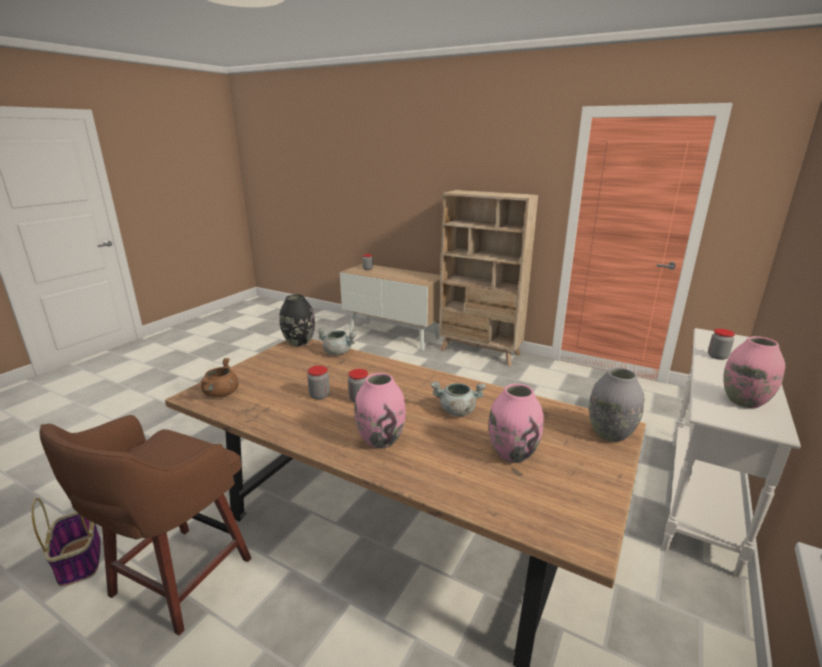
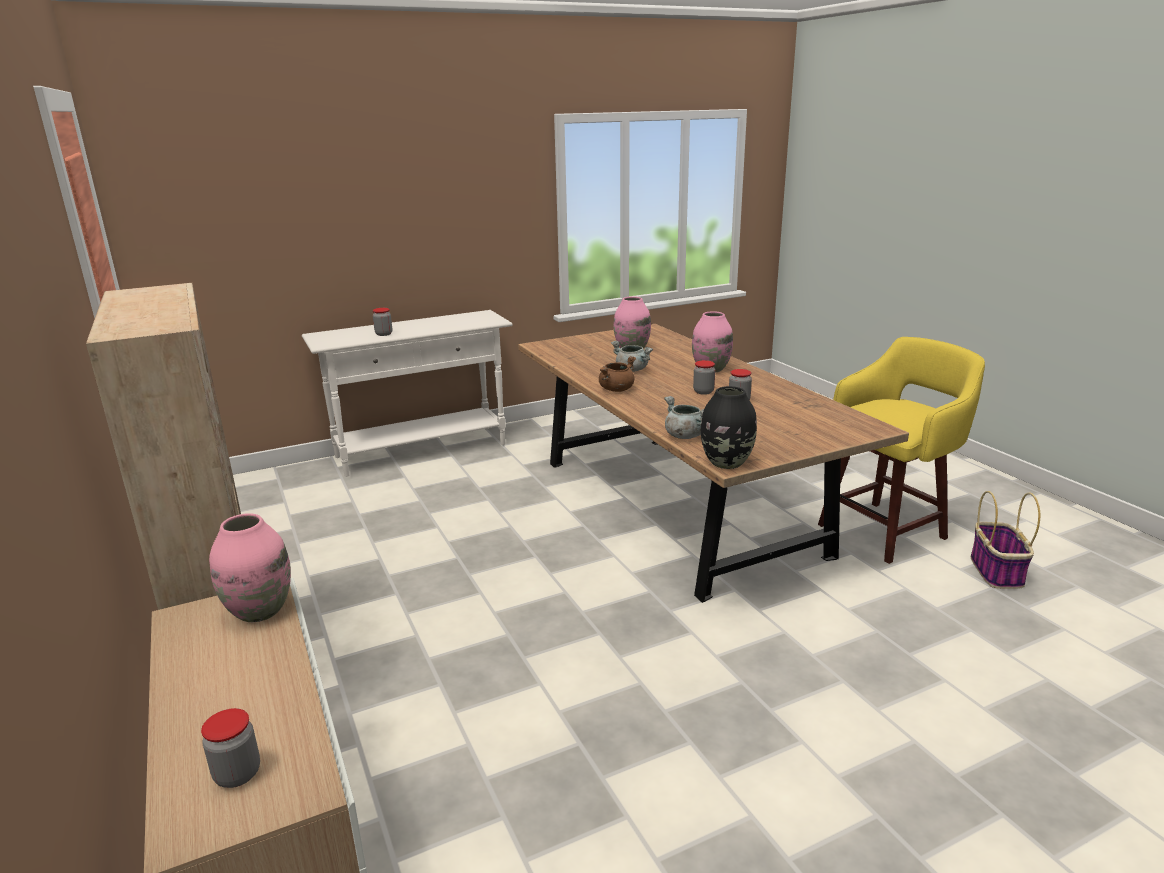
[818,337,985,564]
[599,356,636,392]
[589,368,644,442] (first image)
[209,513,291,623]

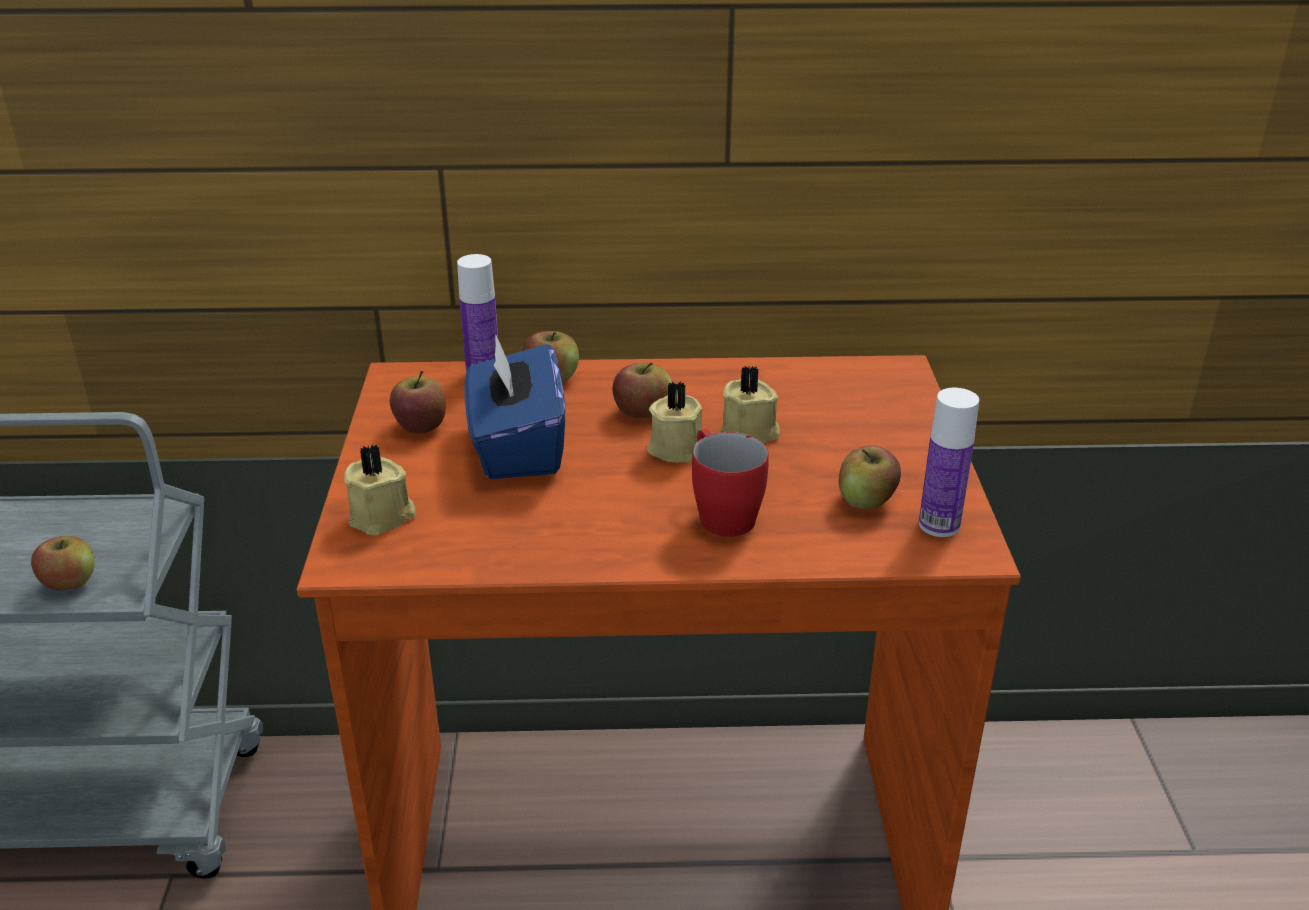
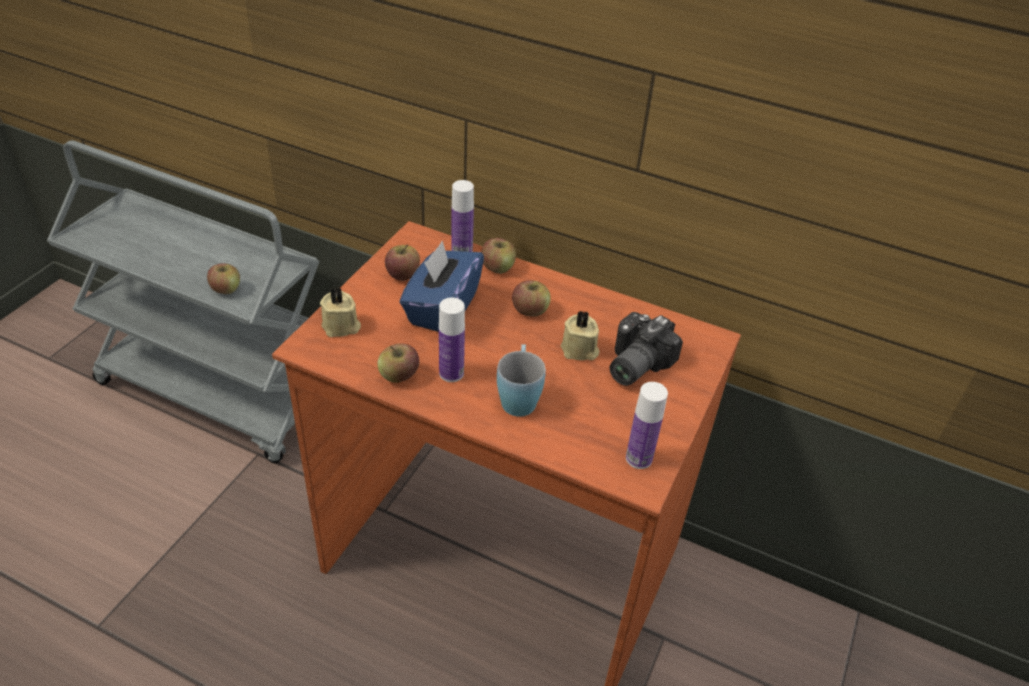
[647,381,702,463] (first image)
[497,344,546,417]
[377,343,419,383]
[439,298,465,382]
[610,312,683,386]

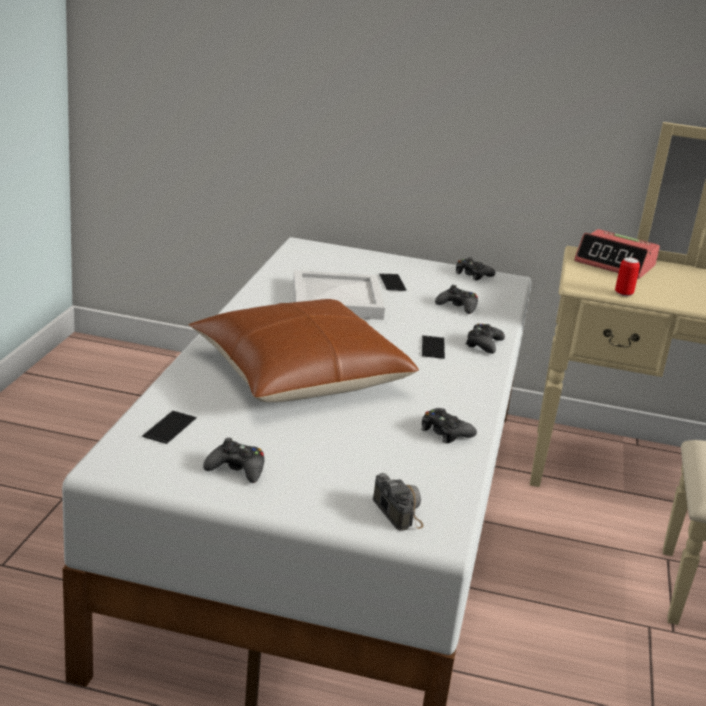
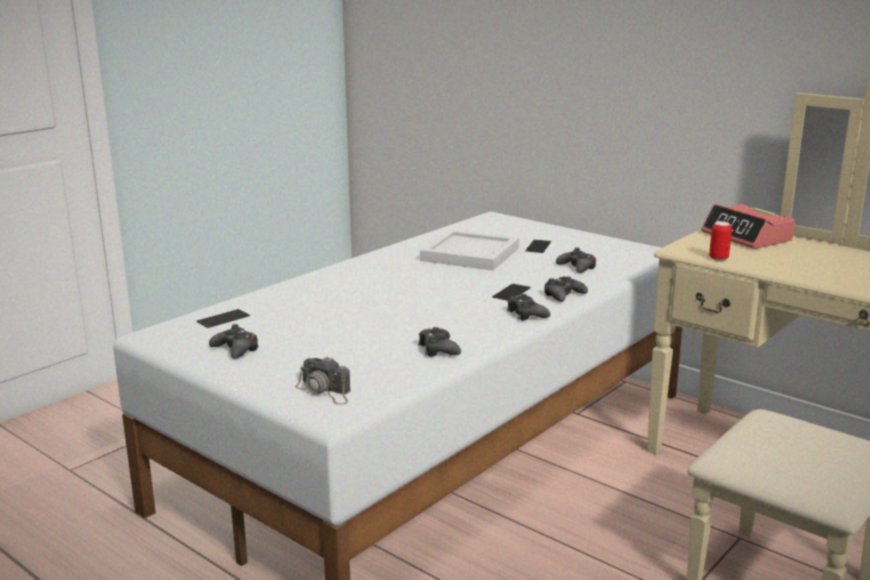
[189,299,419,402] (first image)
[295,356,351,405]
[507,294,550,321]

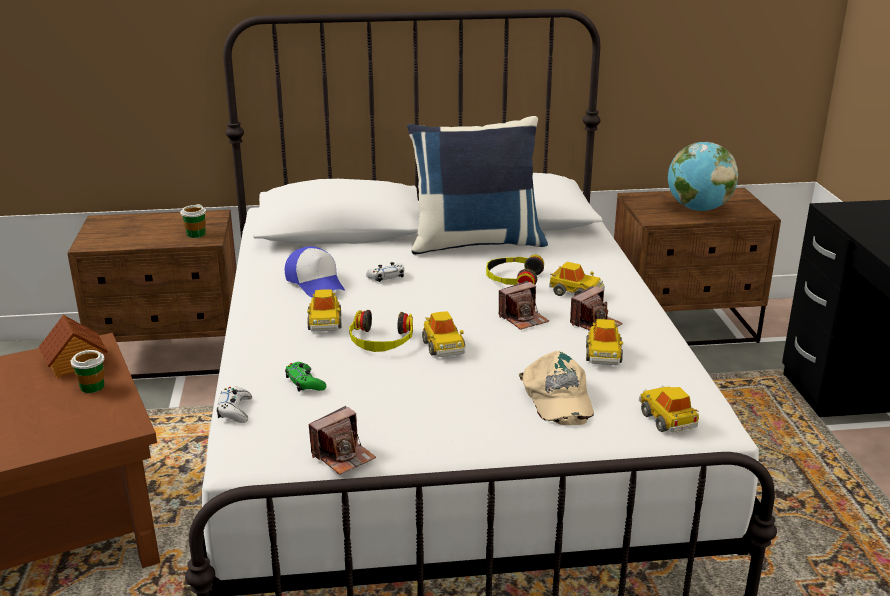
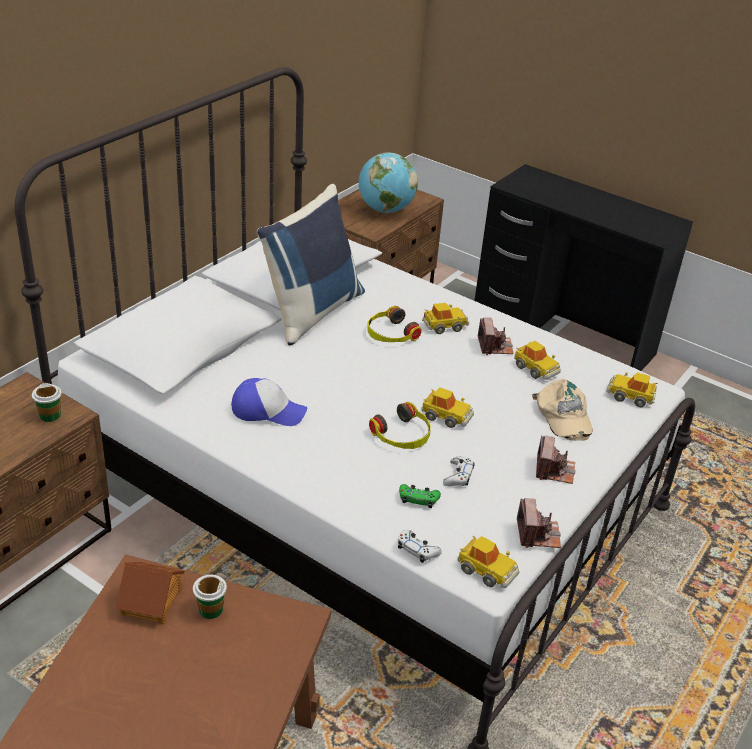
[457,536,520,588]
[443,456,475,486]
[536,435,575,484]
[532,379,593,441]

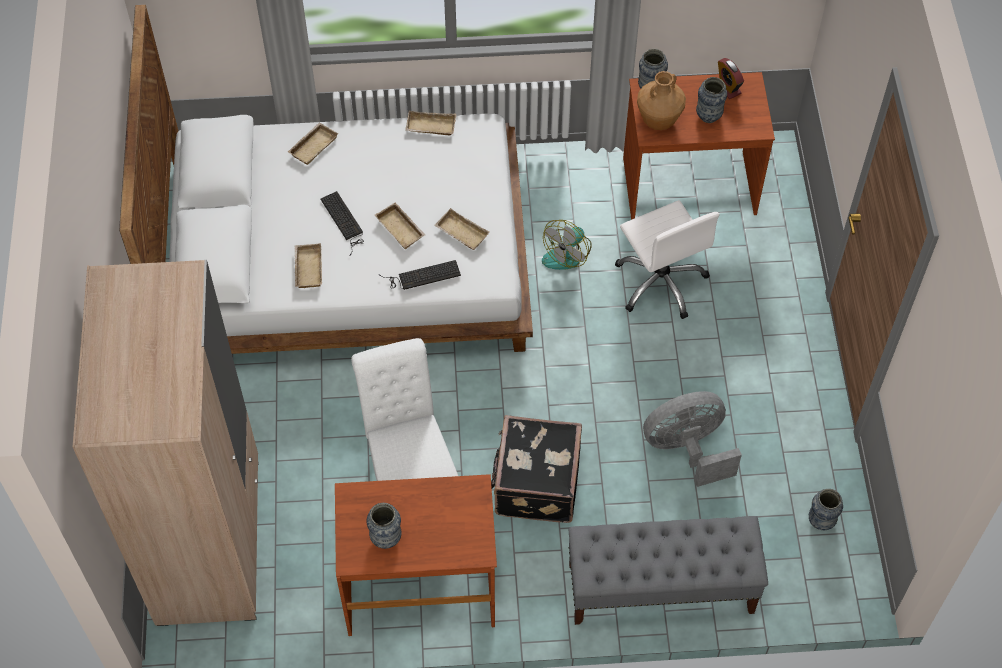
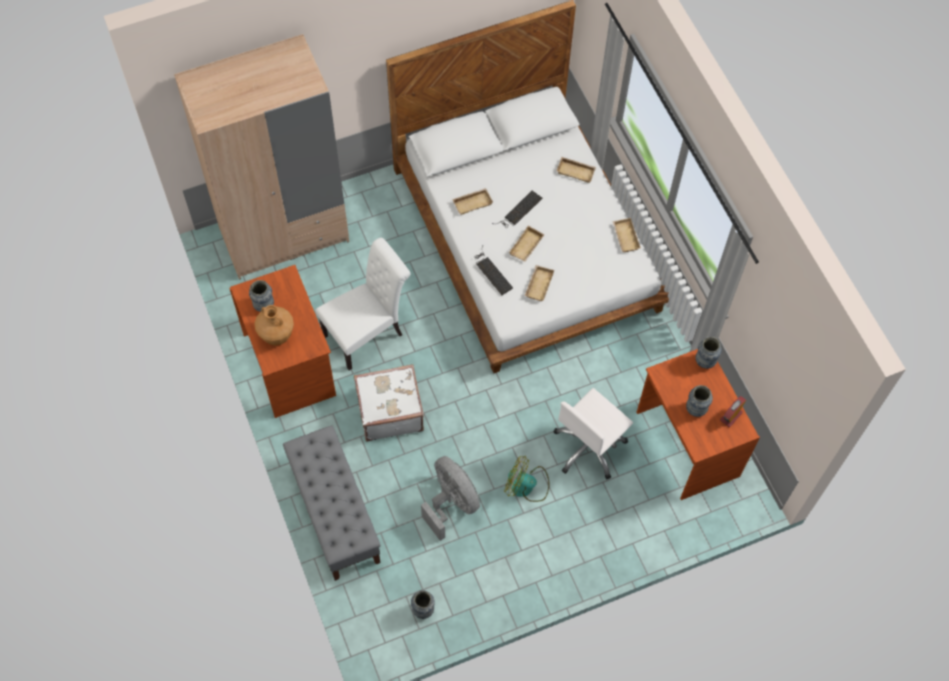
[354,364,424,441]
[504,456,549,502]
[254,305,294,346]

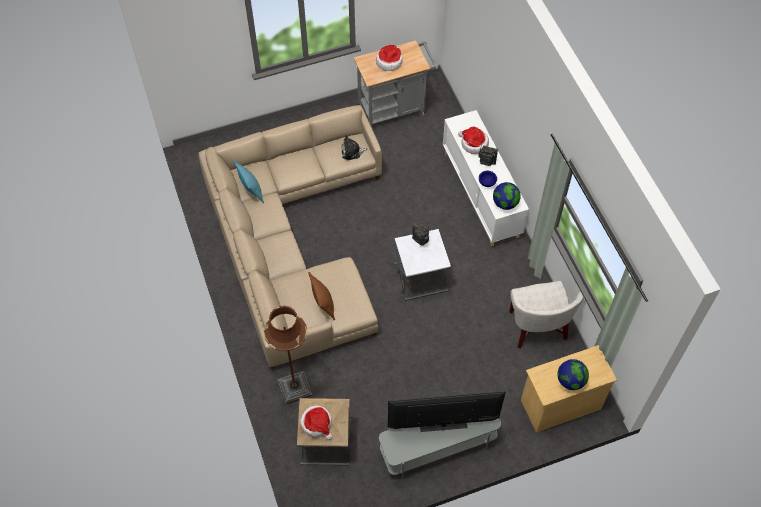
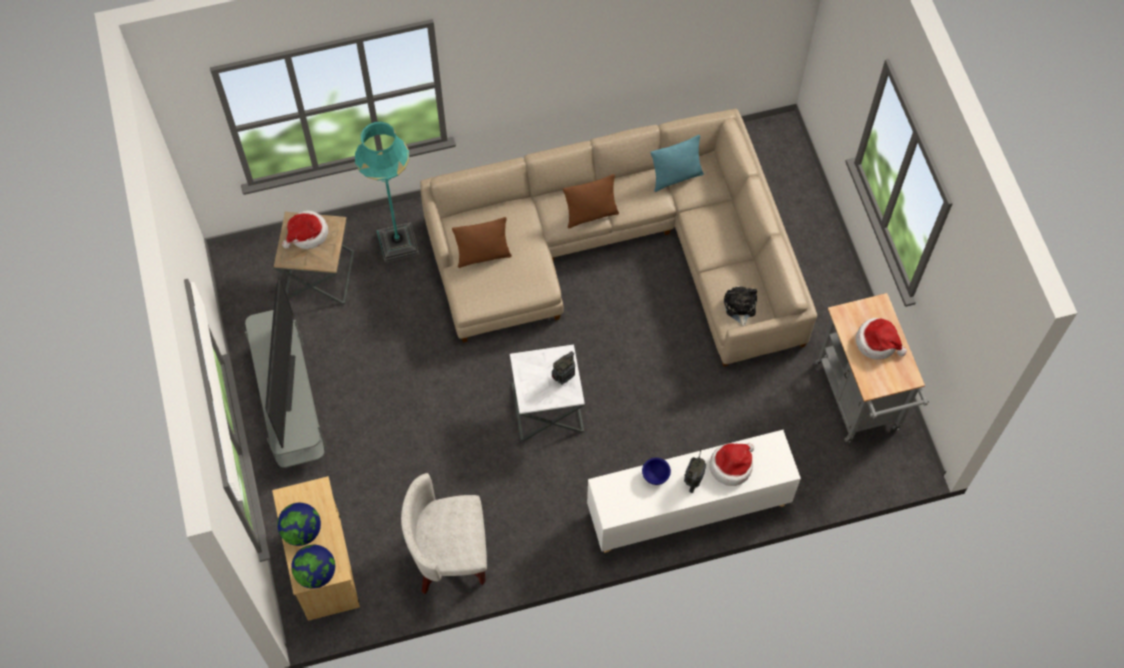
[355,122,419,262]
[291,545,335,589]
[563,174,619,228]

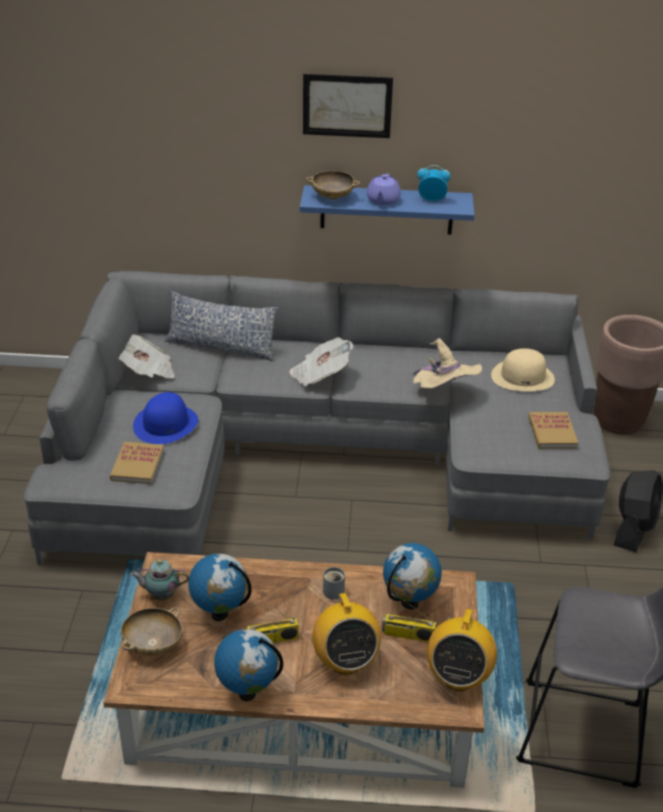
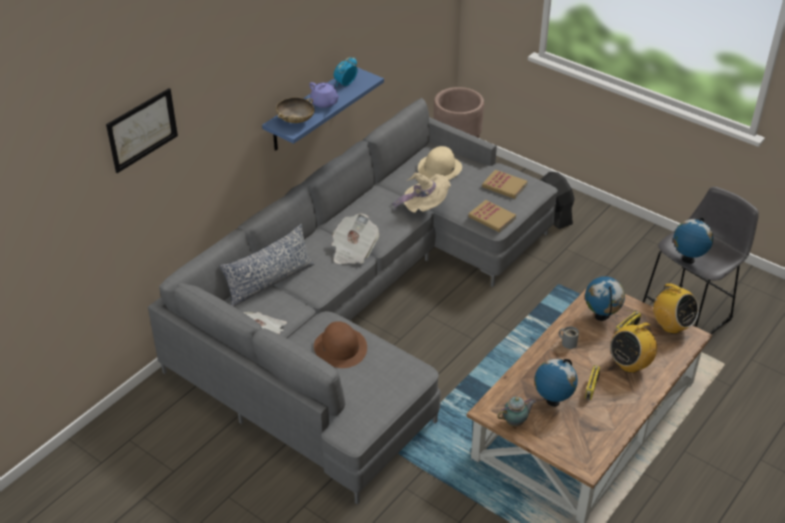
[468,200,516,232]
[121,607,182,656] (first image)
[497,397,536,427]
[314,321,367,368]
[673,217,713,264]
[106,88,178,173]
[610,317,657,373]

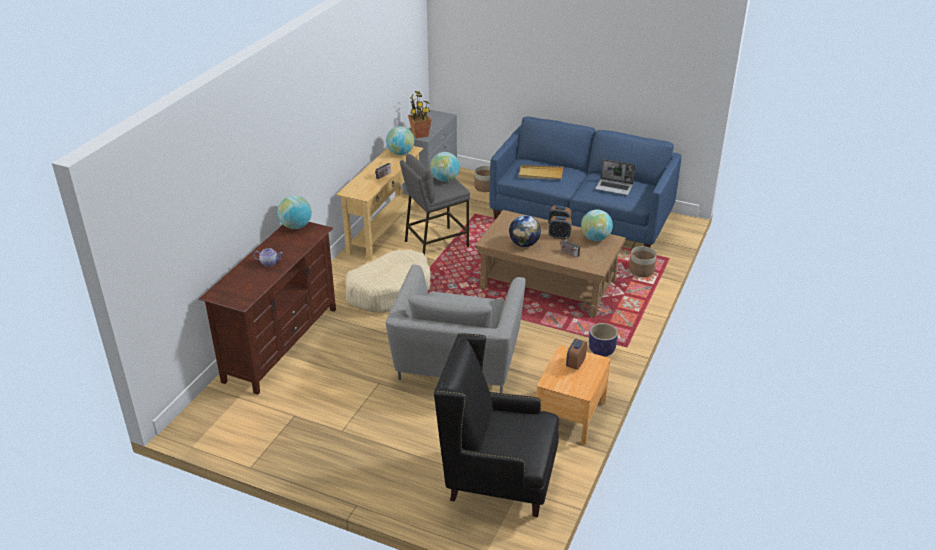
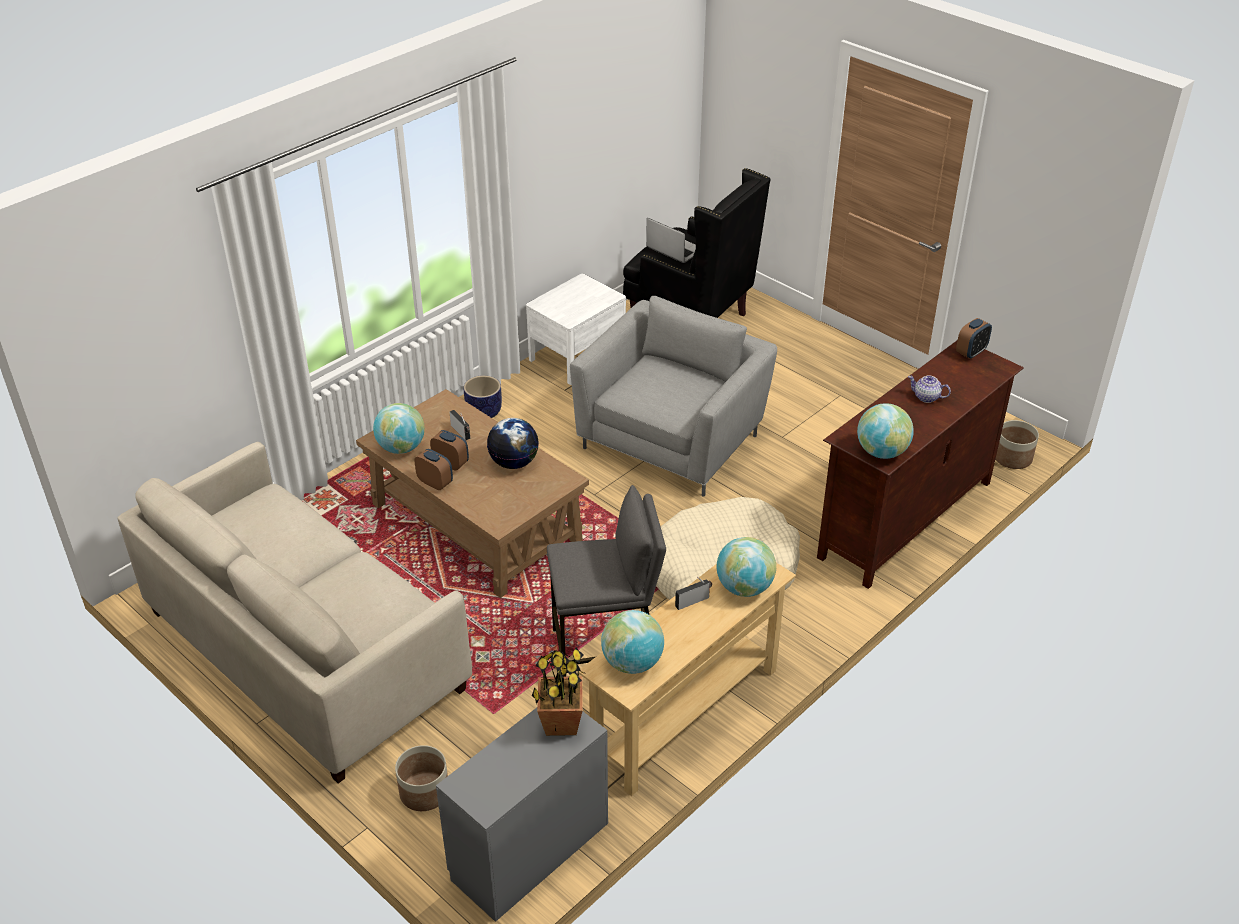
[717,537,776,597]
[118,442,472,783]
[519,165,563,180] (first image)
[526,274,626,385]
[956,318,992,359]
[646,218,696,263]
[995,420,1039,469]

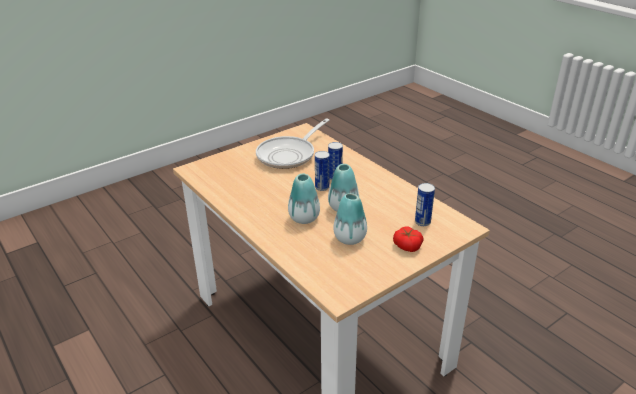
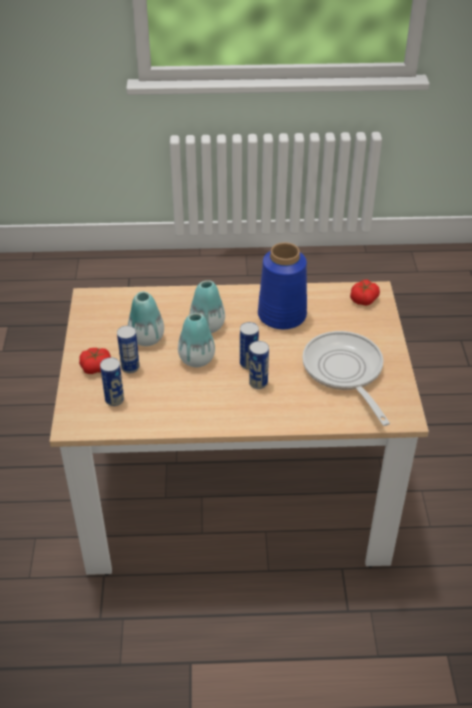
[117,326,140,373]
[258,242,307,329]
[350,280,380,306]

